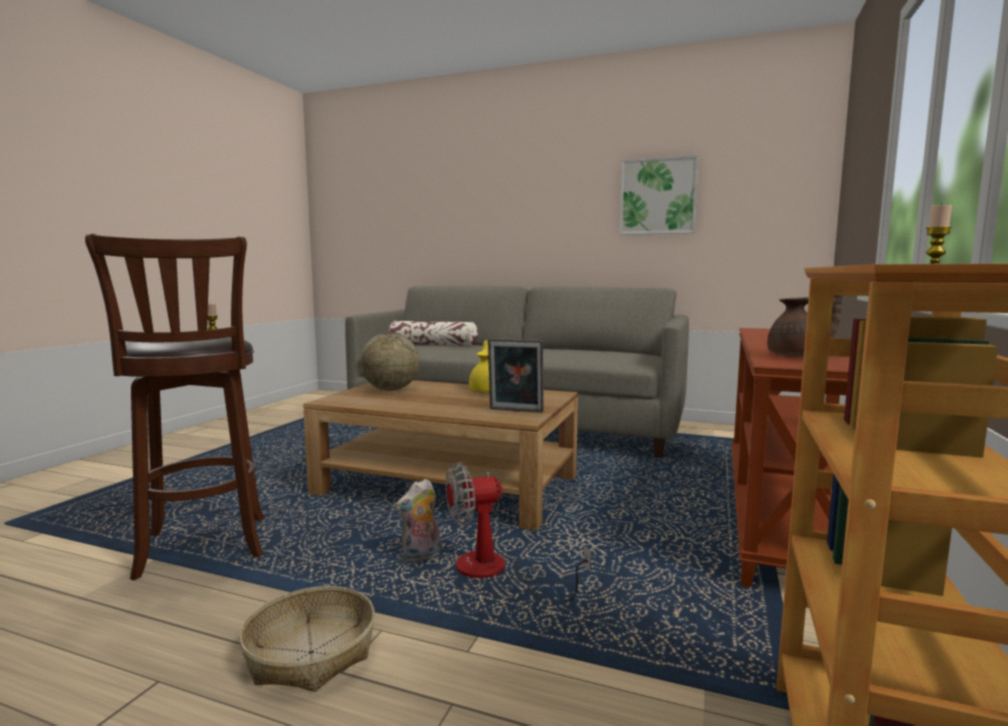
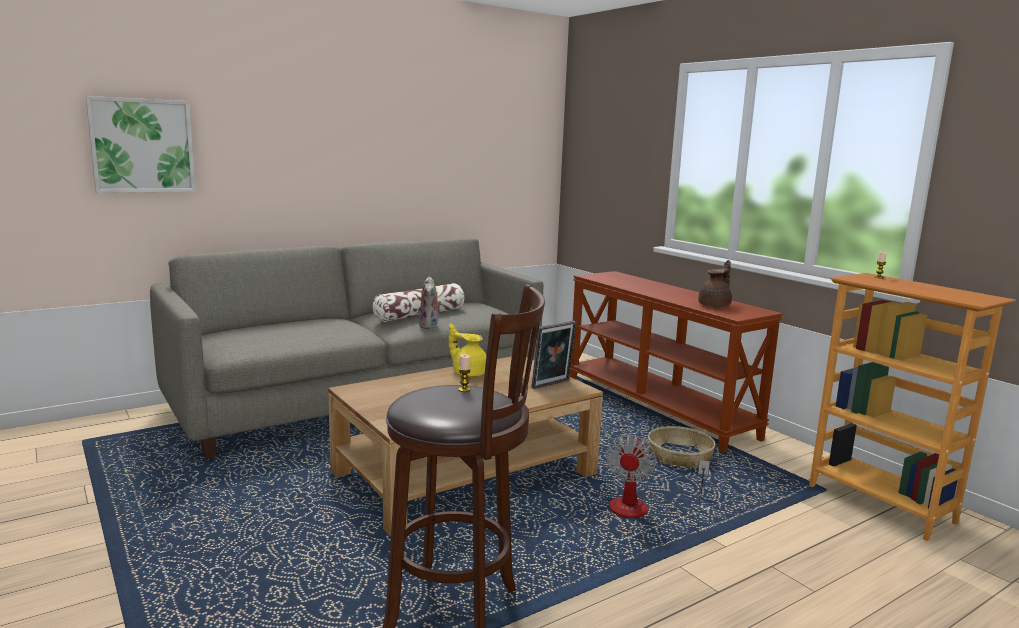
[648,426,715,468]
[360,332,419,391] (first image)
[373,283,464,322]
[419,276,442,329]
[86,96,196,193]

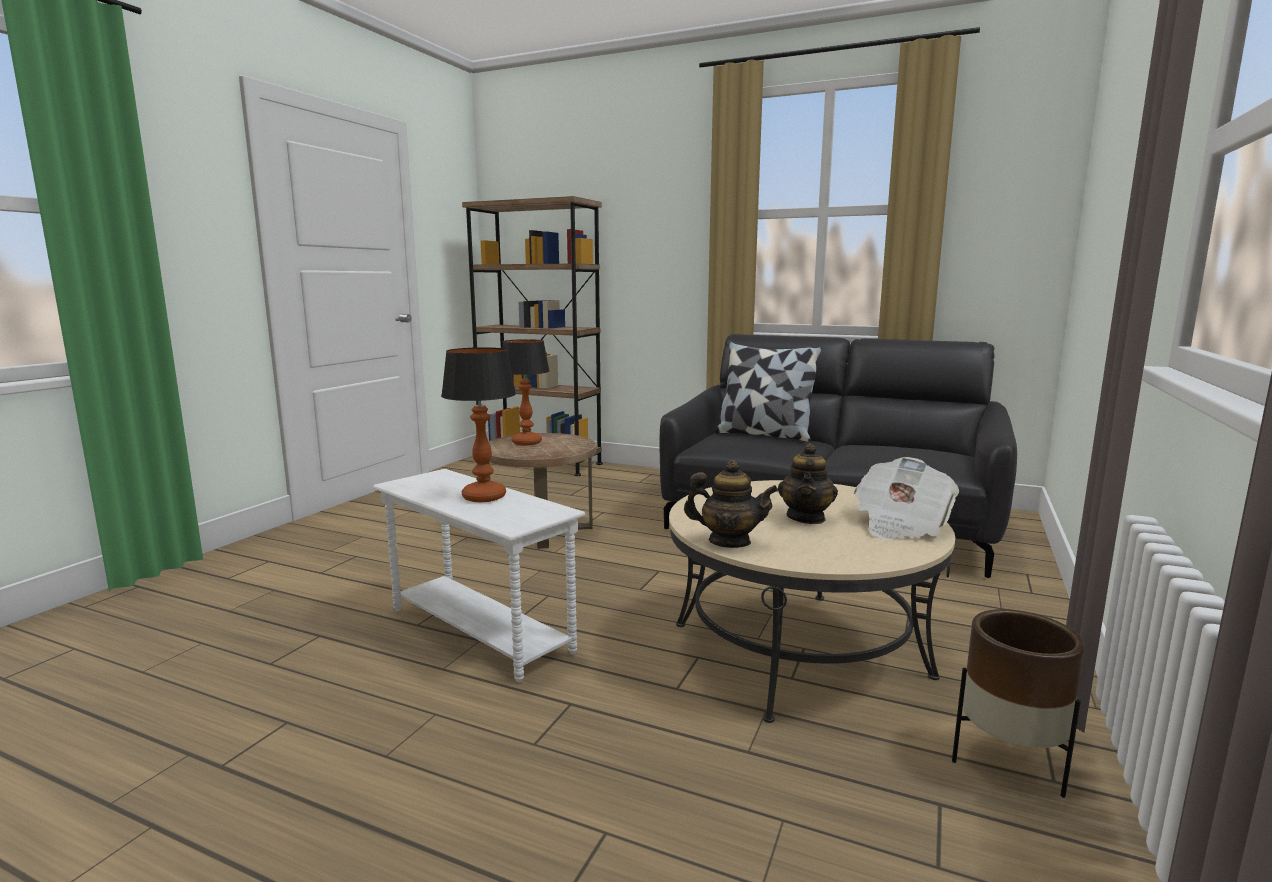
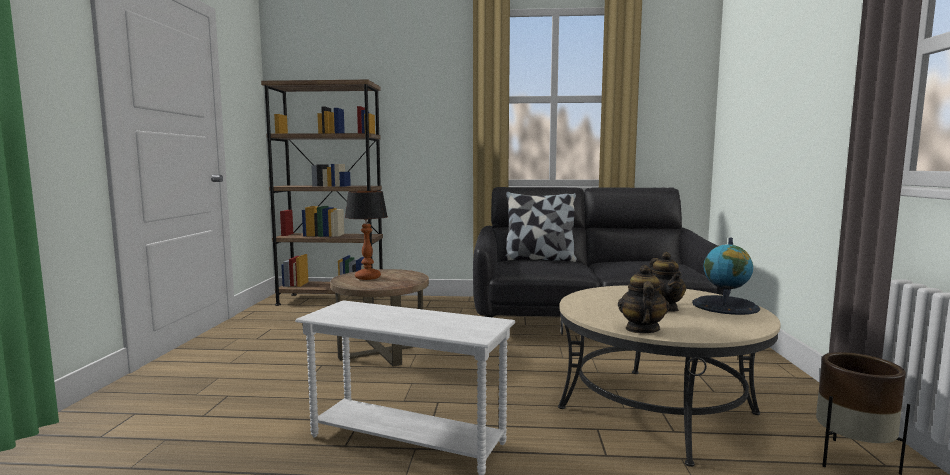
[441,347,516,502] (first image)
[618,265,670,333]
[692,237,760,315]

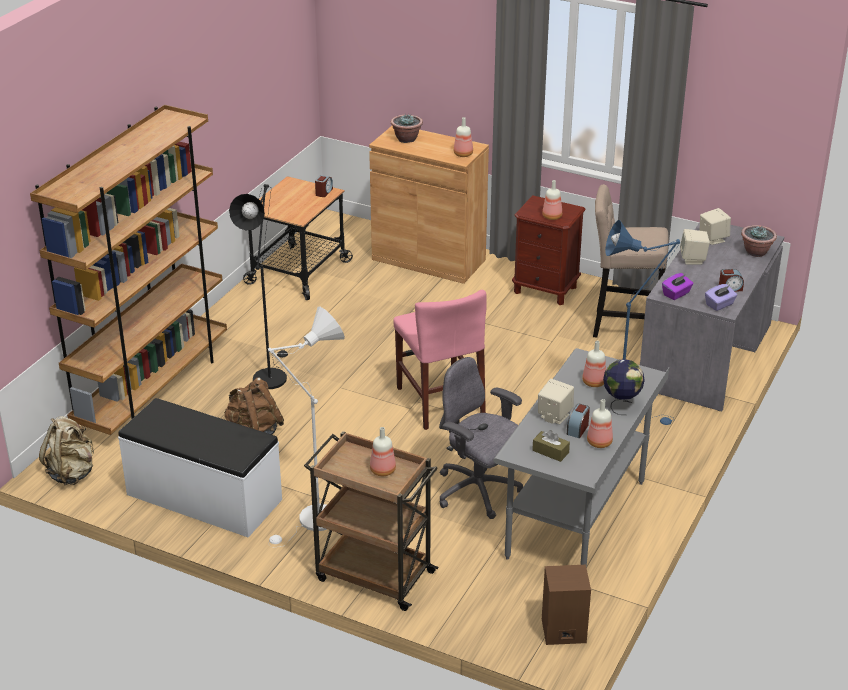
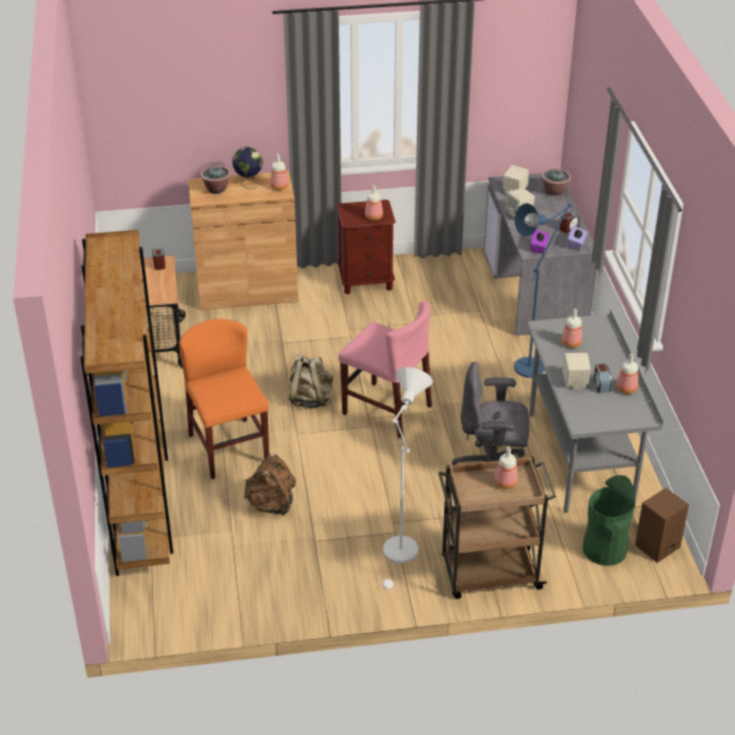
[289,354,333,408]
[118,398,282,538] (first image)
[179,319,269,479]
[532,430,570,462] (first image)
[593,184,669,337] (first image)
[232,147,263,189]
[583,475,635,566]

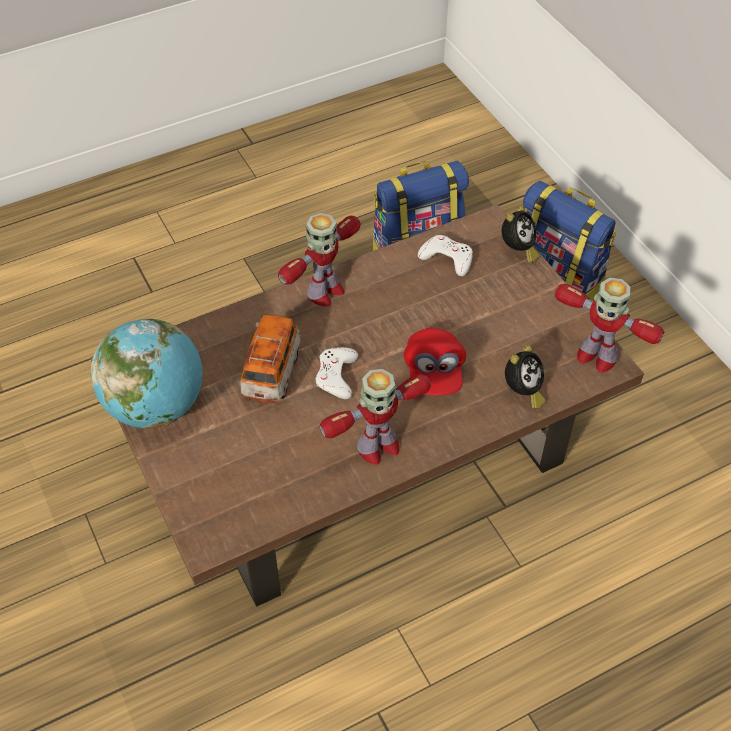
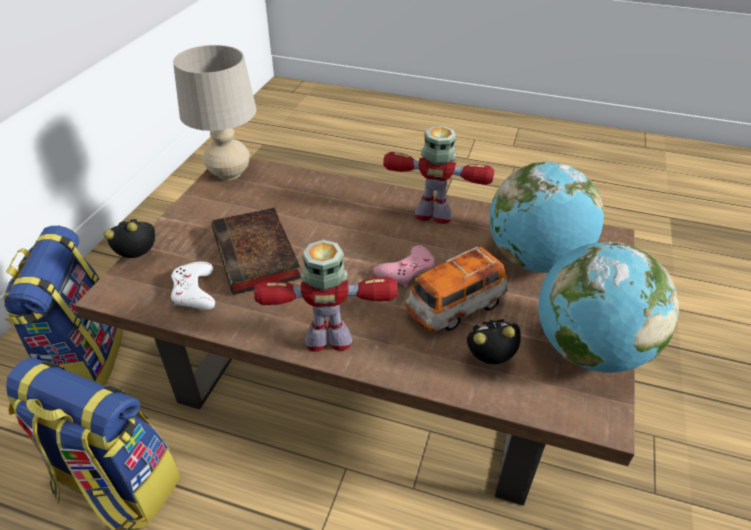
[373,245,435,287]
[404,328,466,395] (first image)
[467,319,521,364]
[173,45,257,180]
[212,208,301,295]
[489,162,604,273]

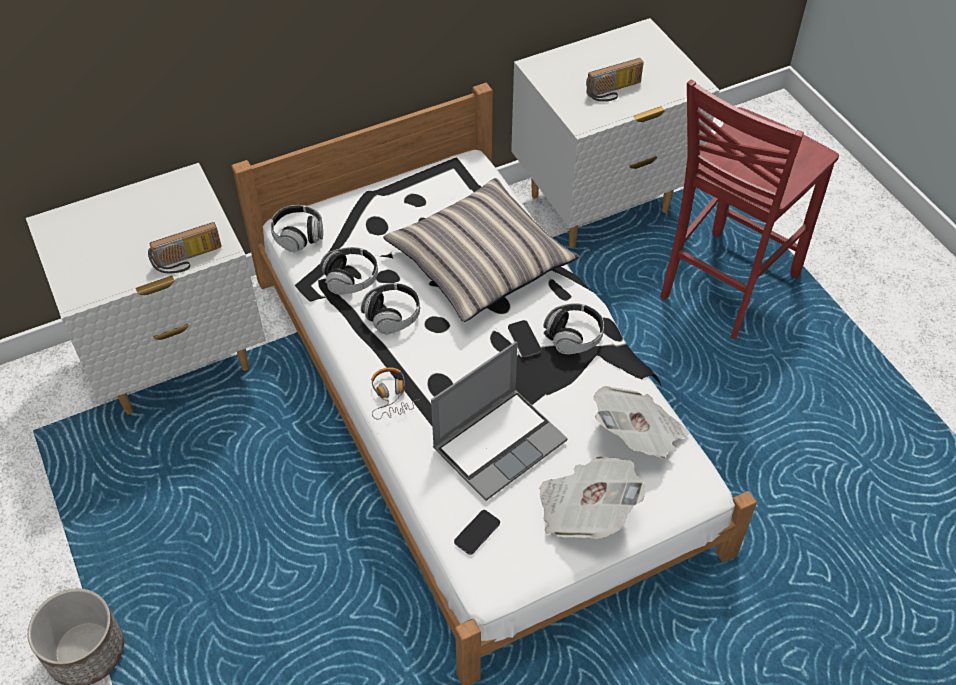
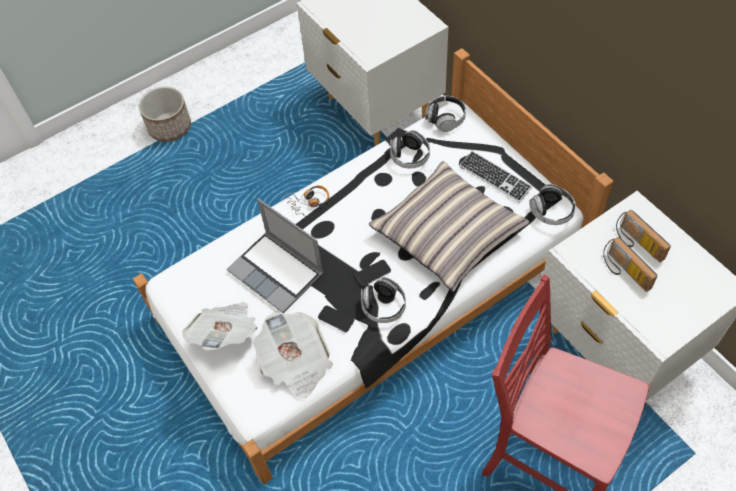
[616,210,671,262]
[529,184,576,225]
[318,305,354,332]
[459,151,532,203]

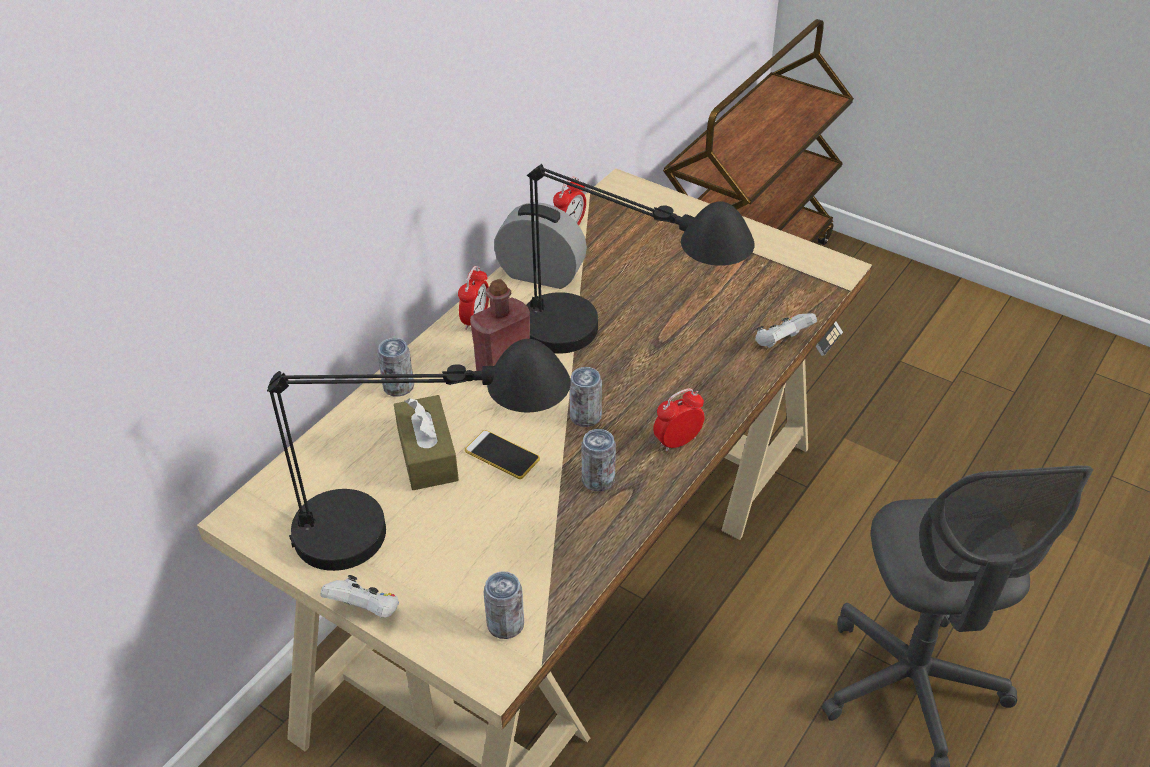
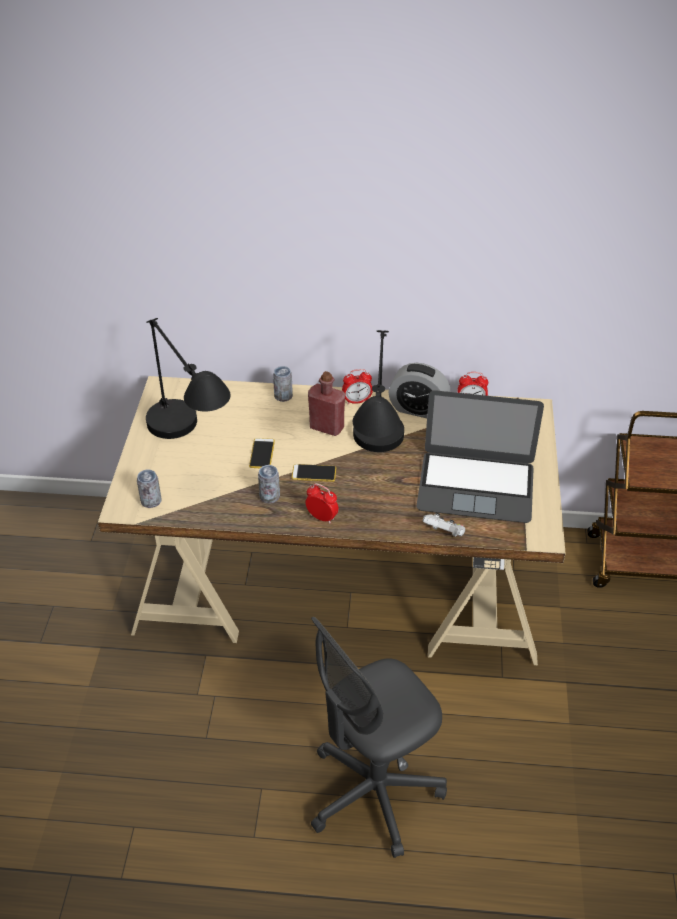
[321,575,399,618] (first image)
[394,395,459,490] (first image)
[389,363,450,418]
[292,464,336,482]
[417,390,544,523]

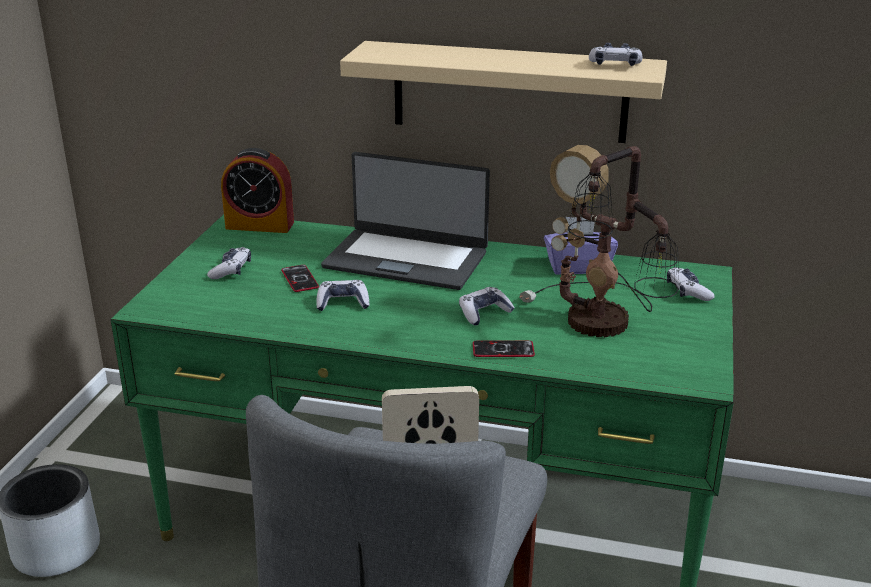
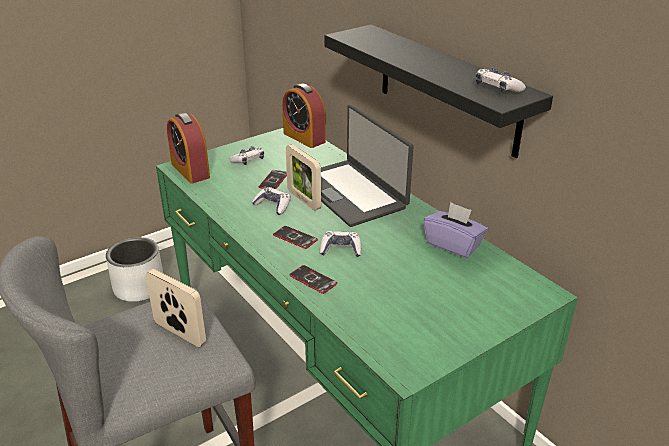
[324,25,553,158]
[519,145,679,338] (first image)
[667,267,715,301] (first image)
[167,113,210,184]
[273,226,318,249]
[286,144,321,211]

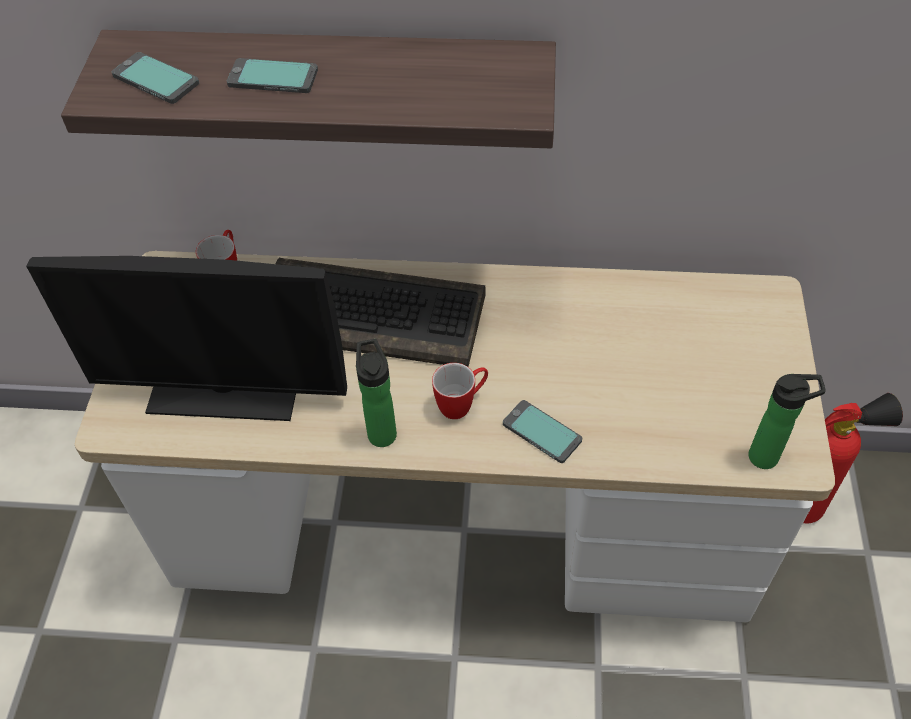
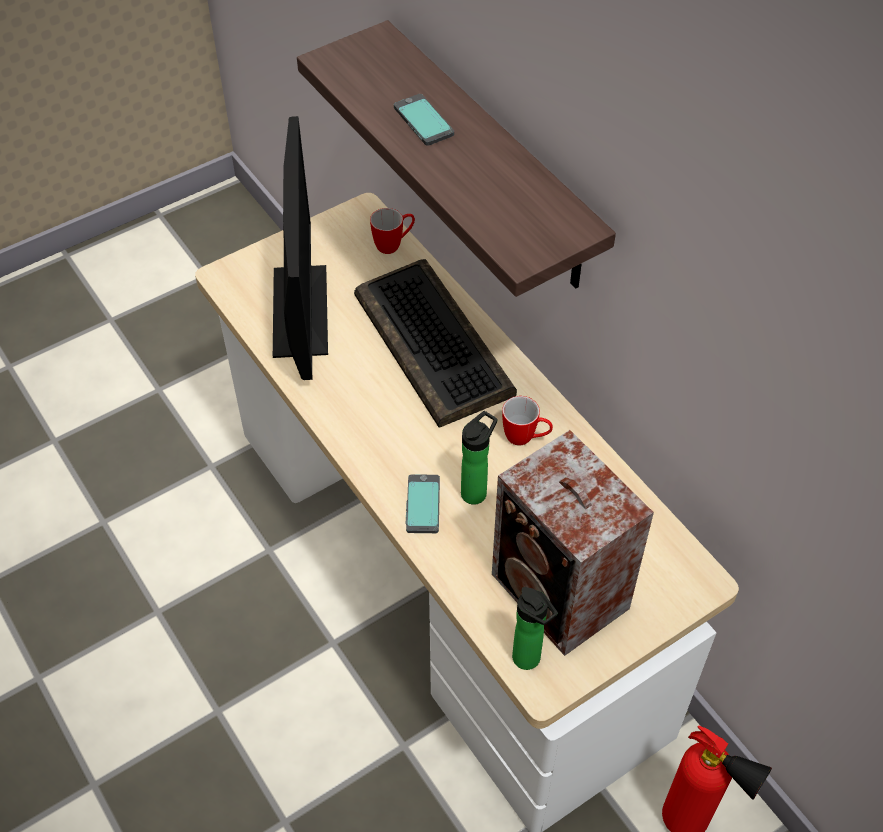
[273,116,328,380]
[112,52,199,104] (first image)
[461,411,497,505]
[502,396,553,446]
[492,430,654,656]

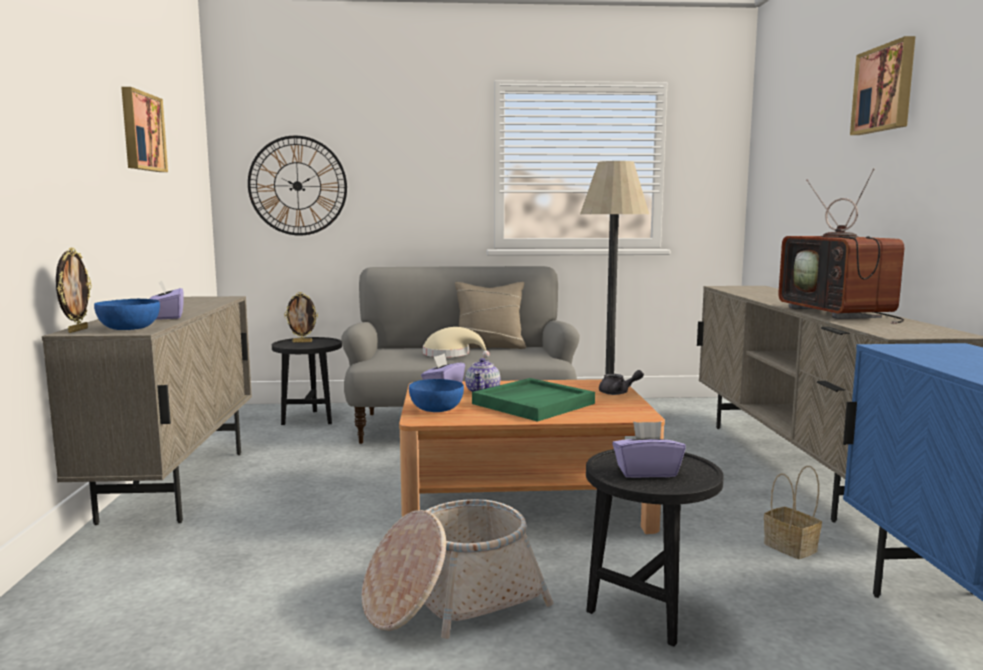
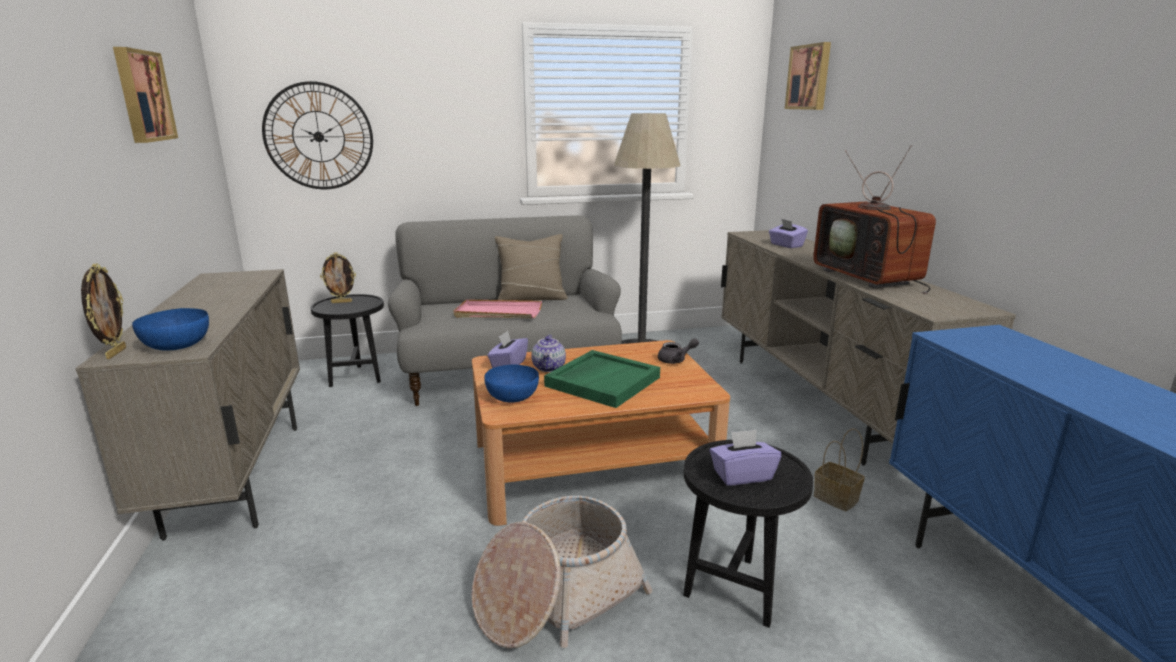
[769,219,808,248]
[454,299,542,318]
[785,42,831,110]

